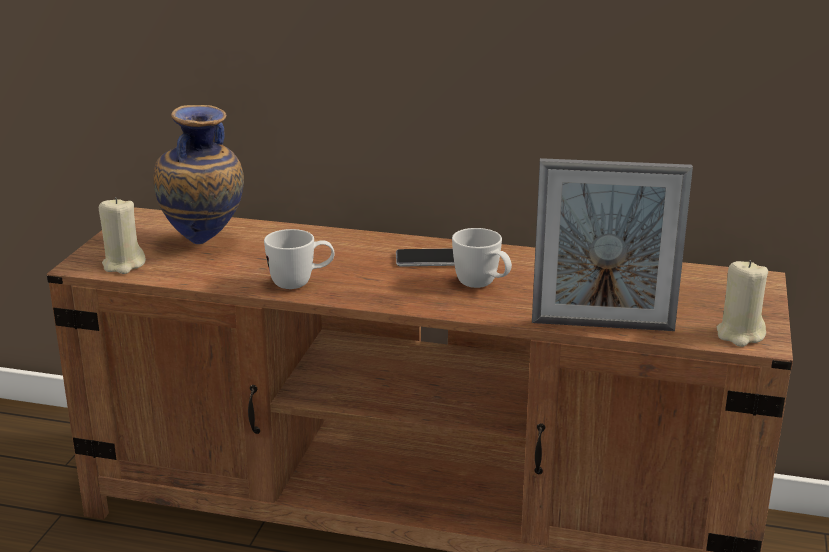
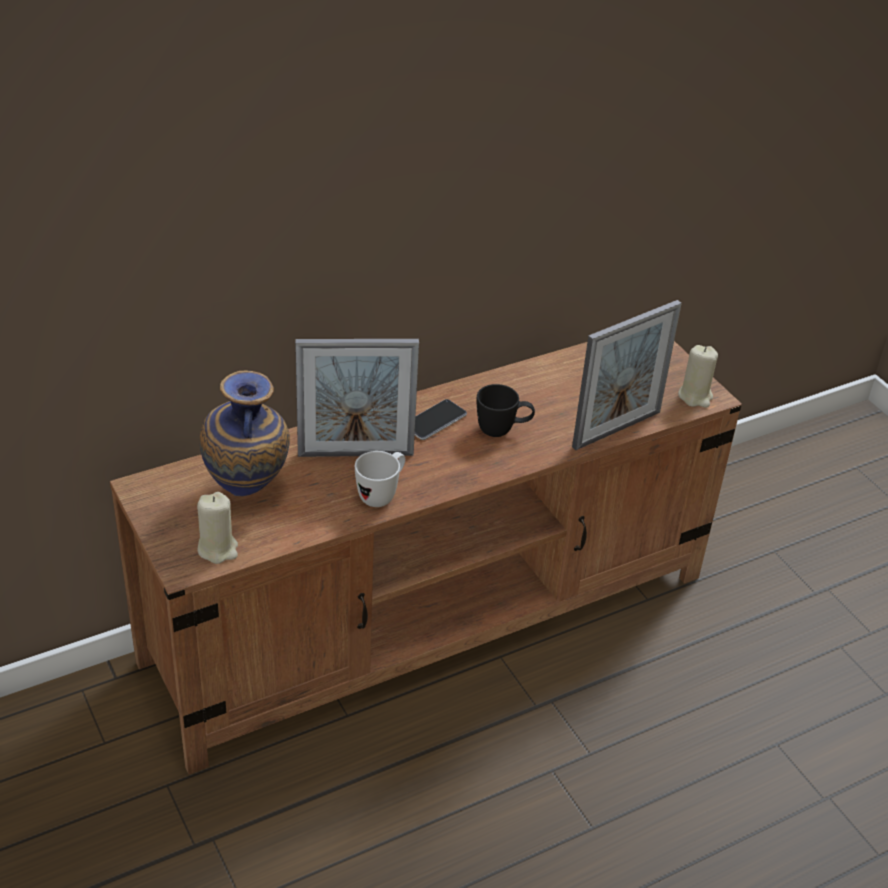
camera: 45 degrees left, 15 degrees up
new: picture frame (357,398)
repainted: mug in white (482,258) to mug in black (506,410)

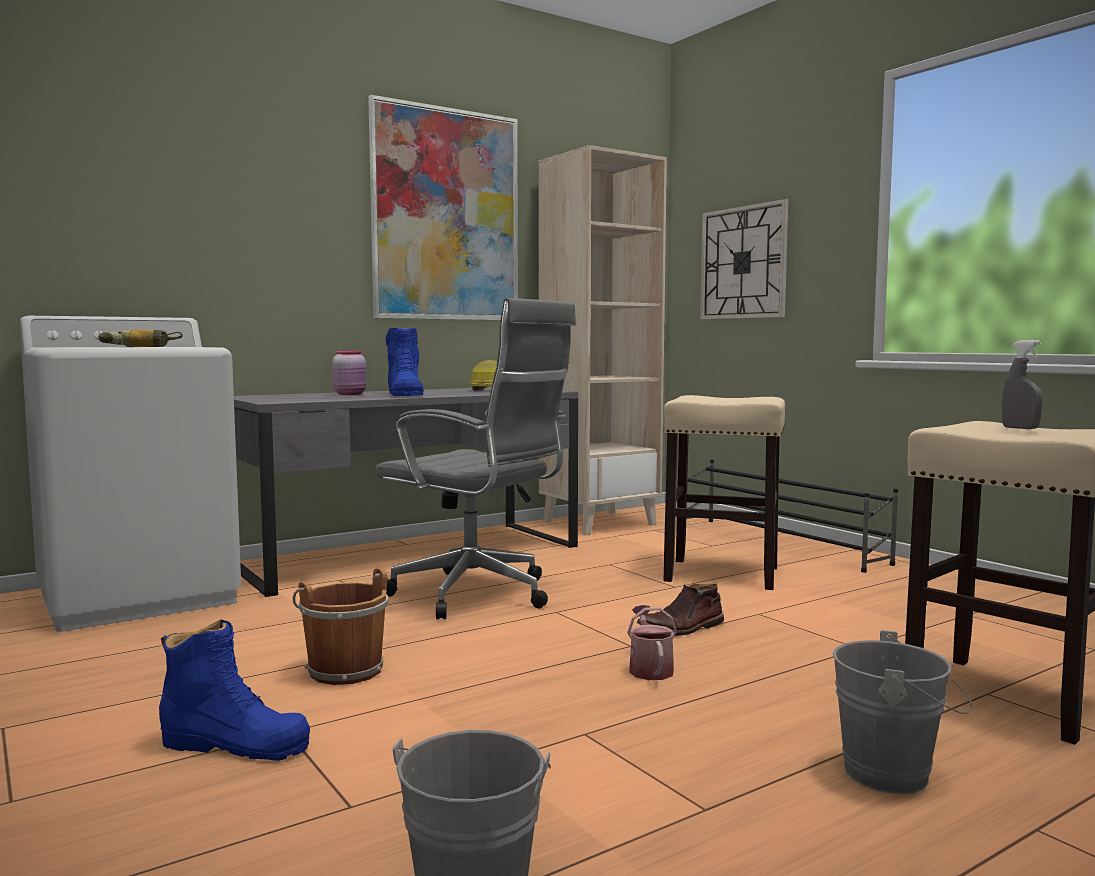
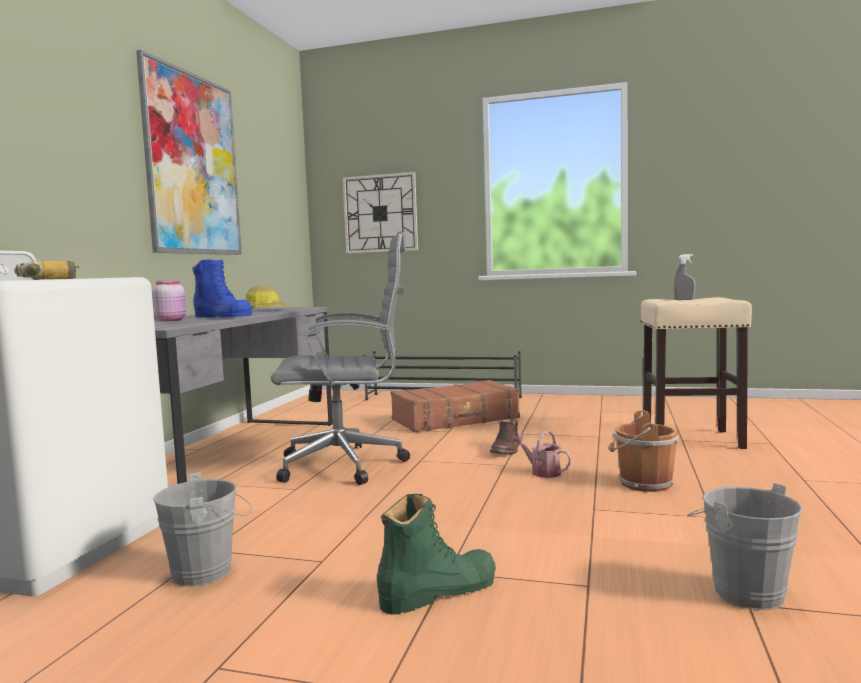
camera: 40 degrees left, 0 degrees up
gone: bookcase in beige (602,340)
shifted: bucket in grey (902,712) to (202,529); bucket in brown (340,626) to (643,451)
swapped: stool in beige (724,492) to suitcase in brown (455,406)
repainted: boot in blue (234,690) to boot in green (436,554)

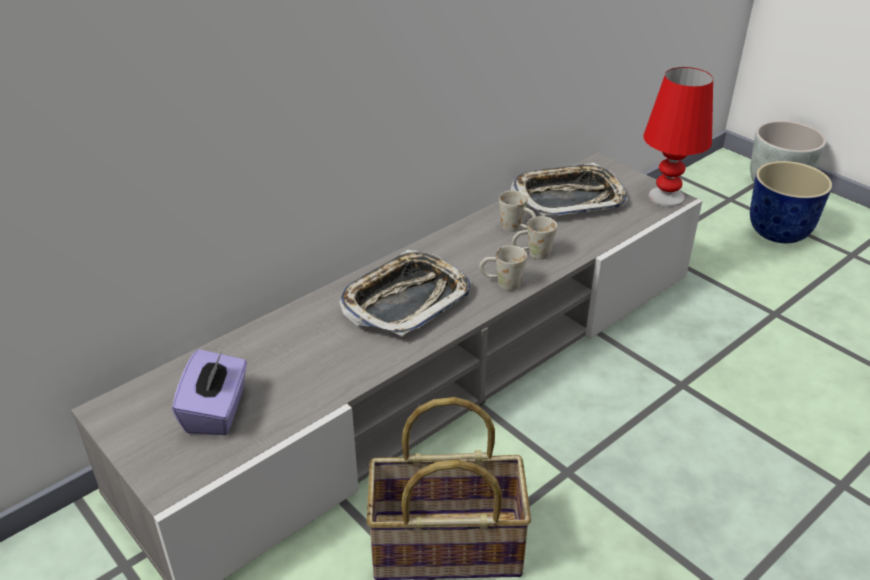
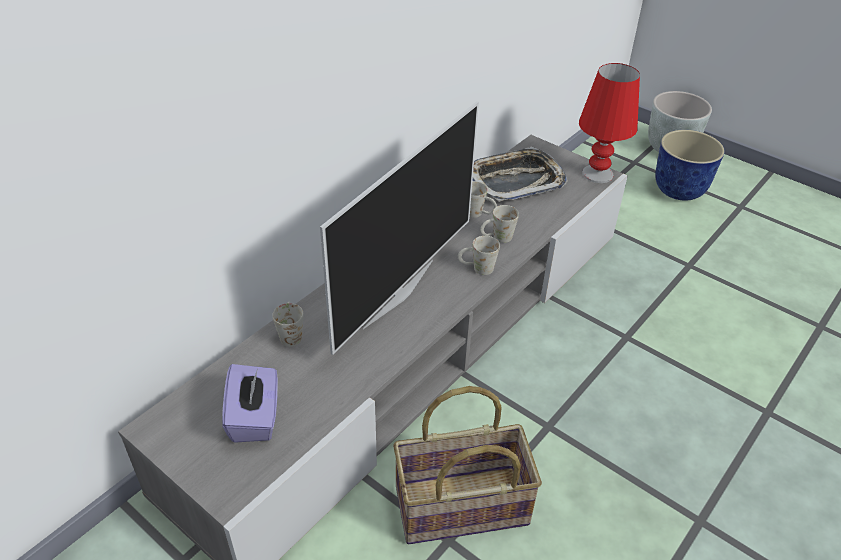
camera: 10 degrees left, 5 degrees up
new: mug in white (287,324)
swapped: tray (405,293) to television (399,228)

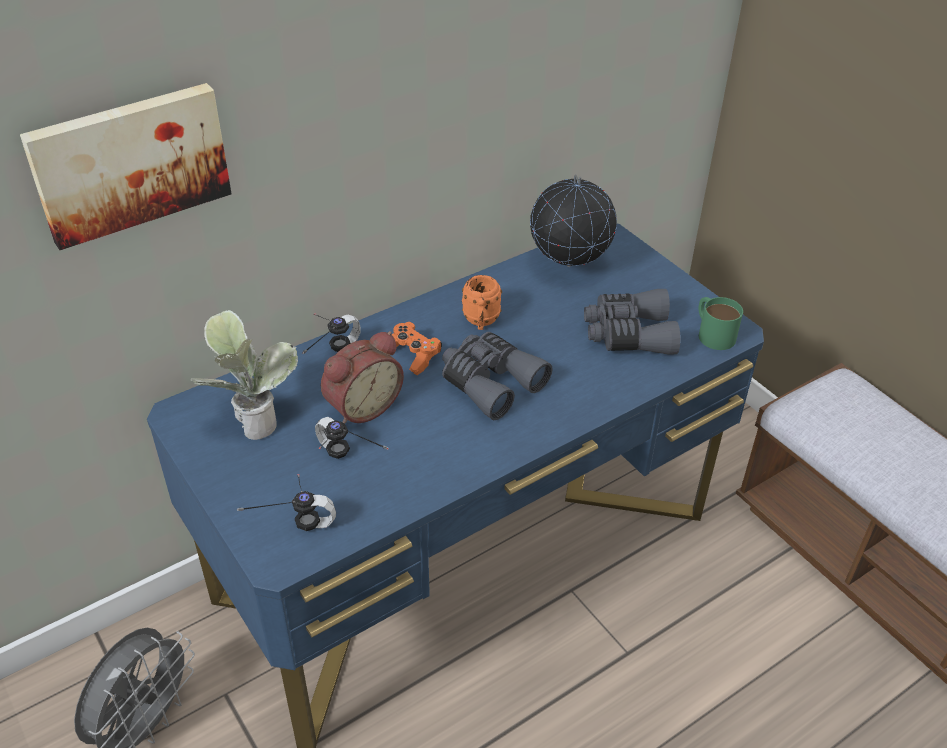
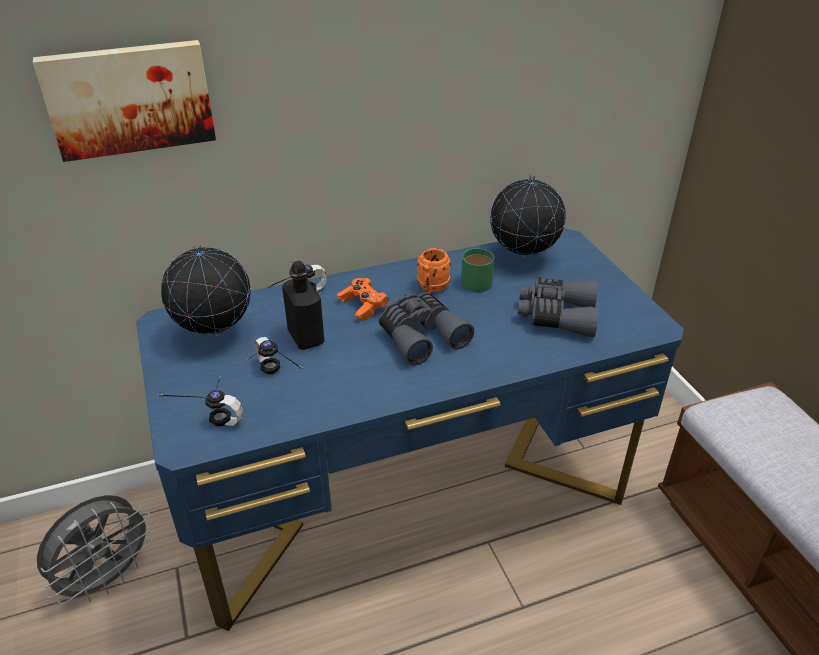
camera: 15 degrees right, 5 degrees down
shifted: mug in green (721,323) to (477,270)
swapped: potted plant (244,375) to globe (206,290); alarm clock (362,377) to bottle in black (303,305)

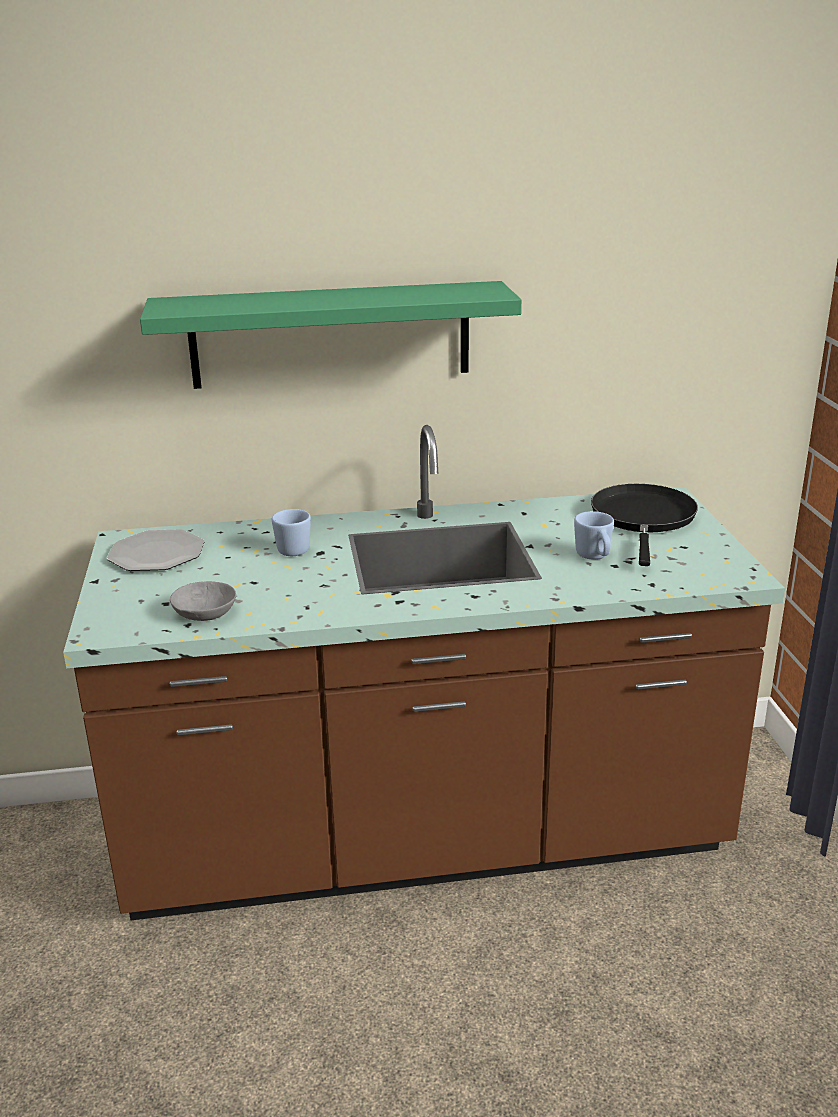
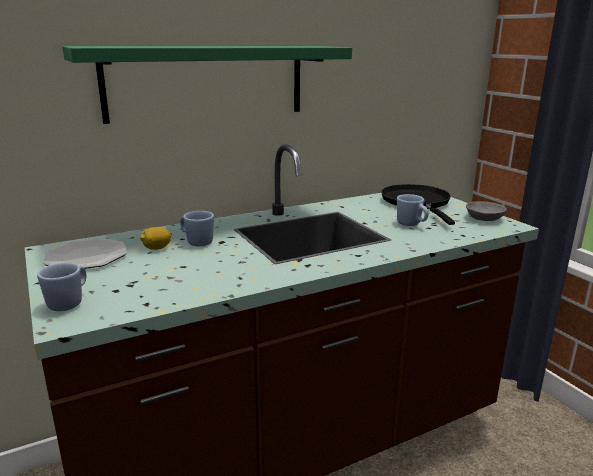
camera: 20 degrees left, 5 degrees down
new: mug in blue (61,287); lemon (155,238)
shifted: bowl in grey (203,601) to (486,211)

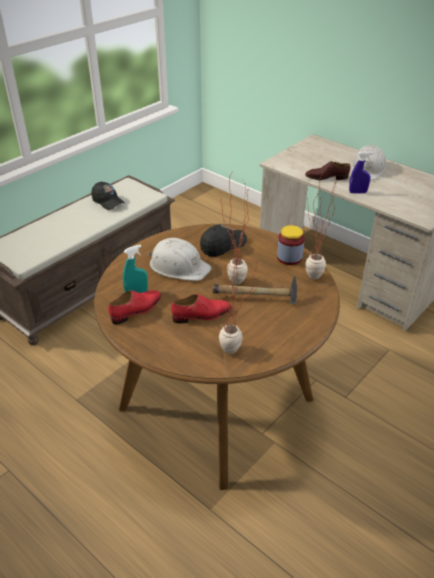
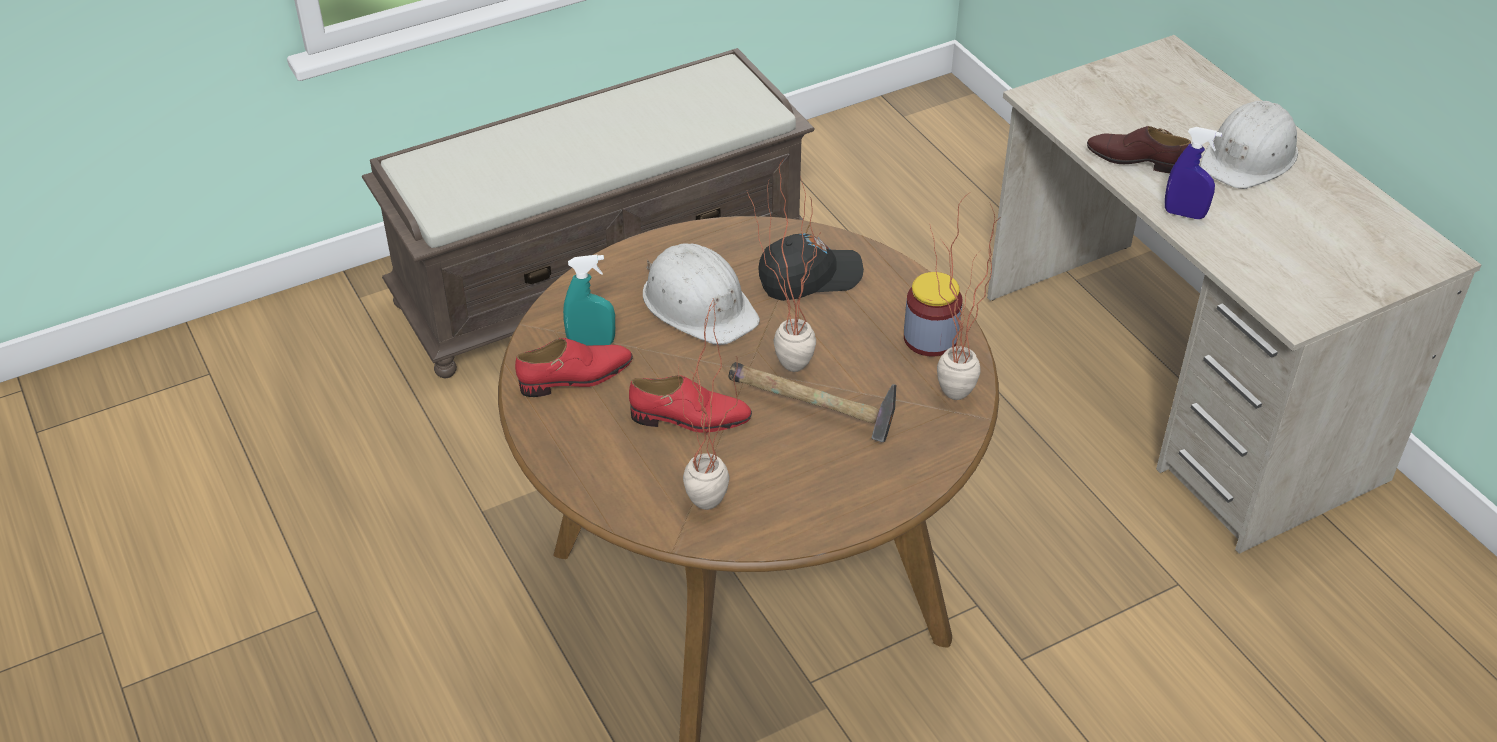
camera: 20 degrees right, 5 degrees up
gone: cap in black (108,196)

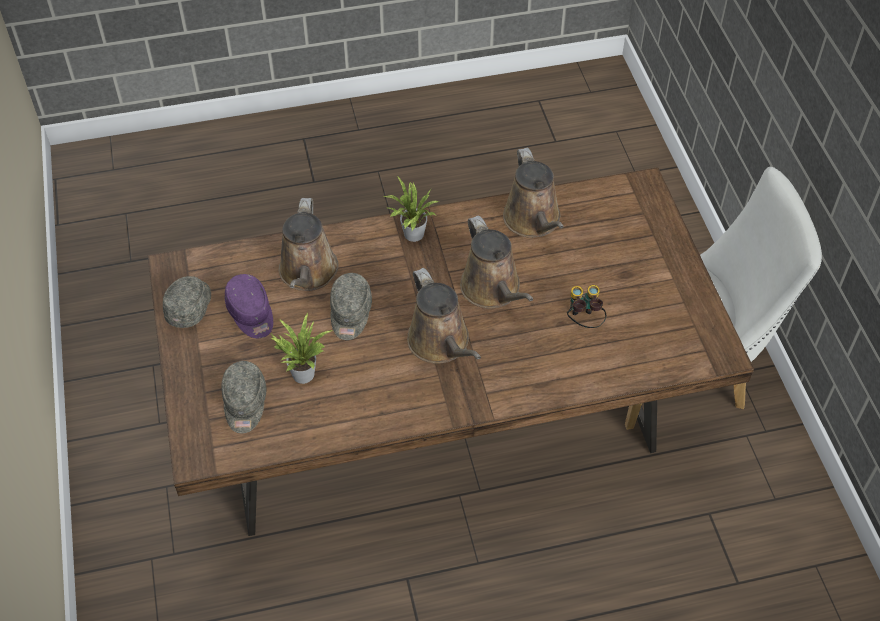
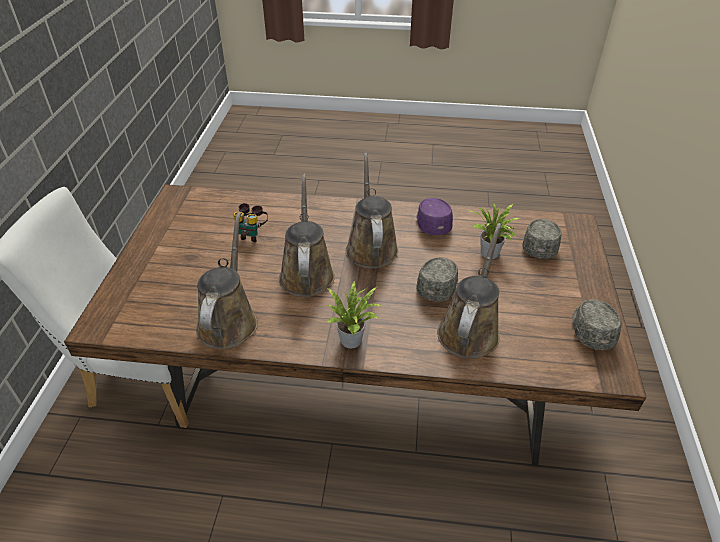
camera: 160 degrees left, 10 degrees down
shifted: cap in purple (249,306) to (434,216)
rotated: cap in grey (187,302) = (597,324) 150 degrees clockwise

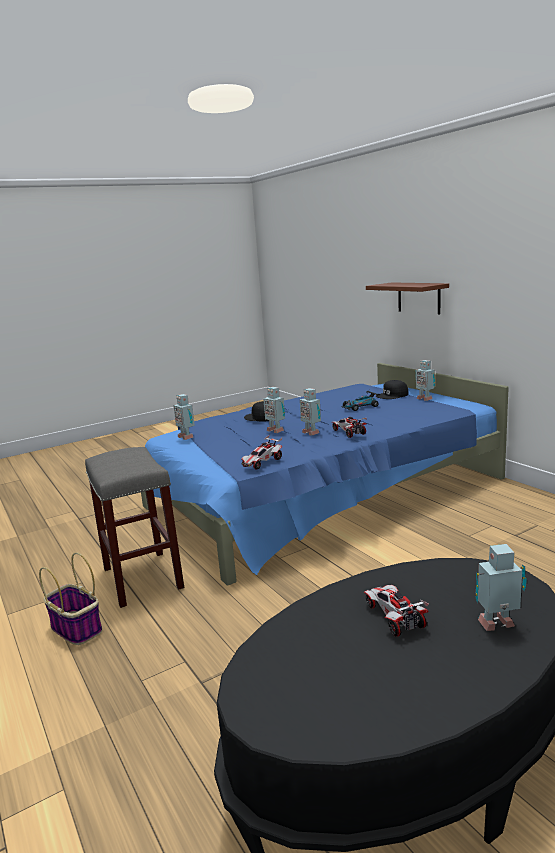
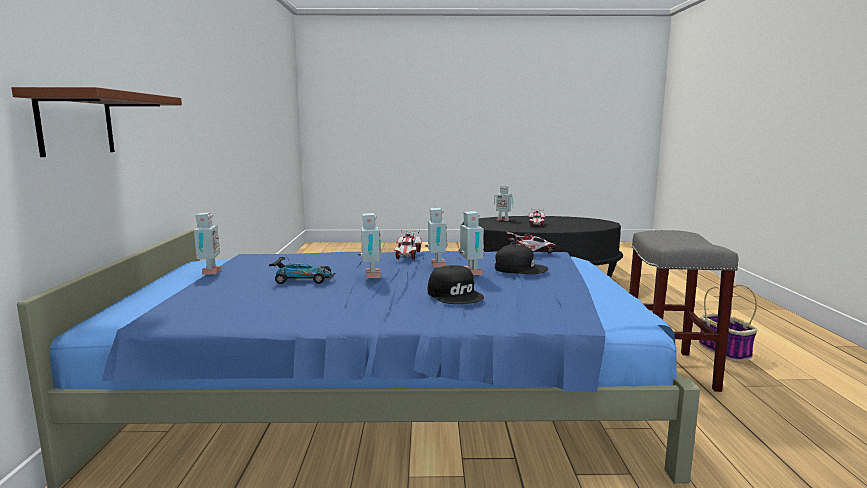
camera: 150 degrees left, 5 degrees down
shifted: toy robot (184,417) to (370,245); cap in black (392,389) to (521,259)

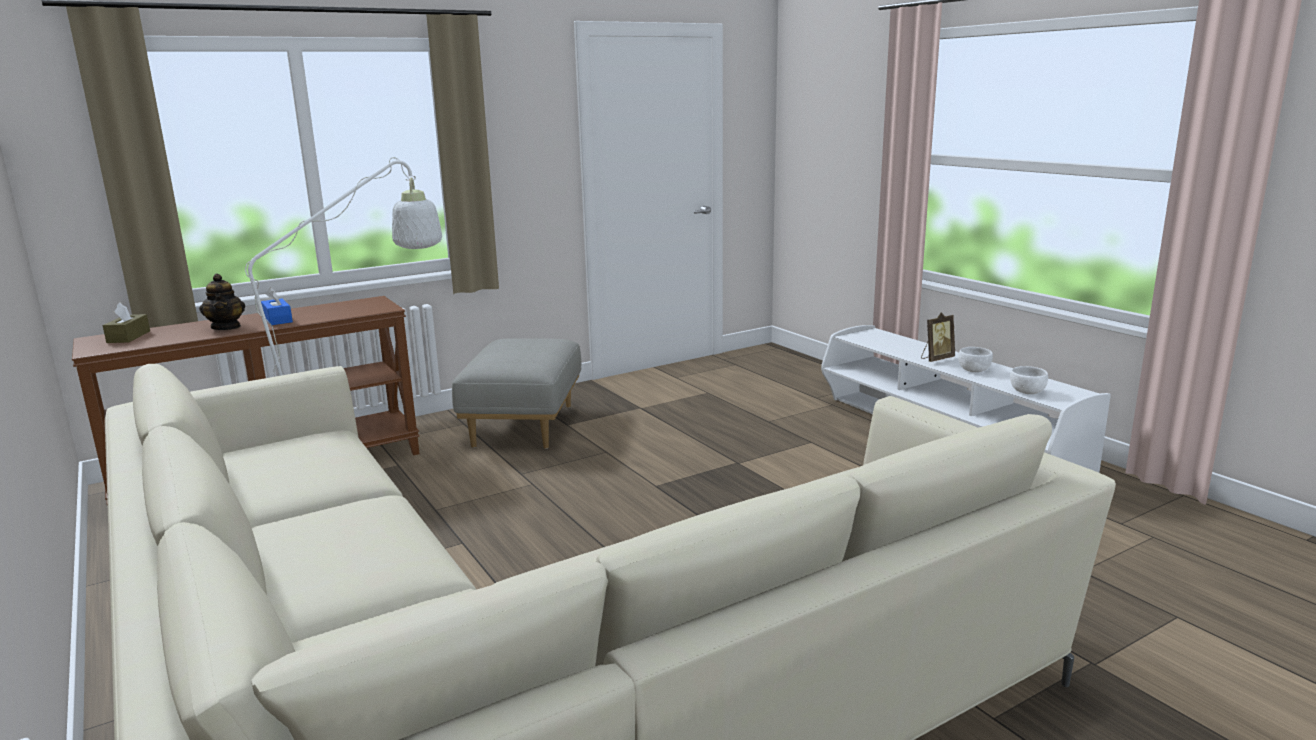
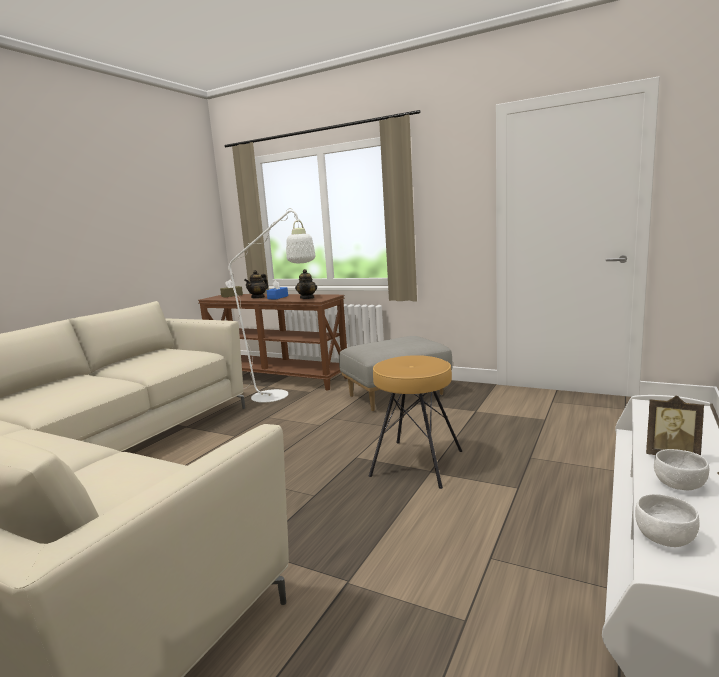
camera: 60 degrees right, 5 degrees down
new: teapot (306,284); stool in brown (415,422)

